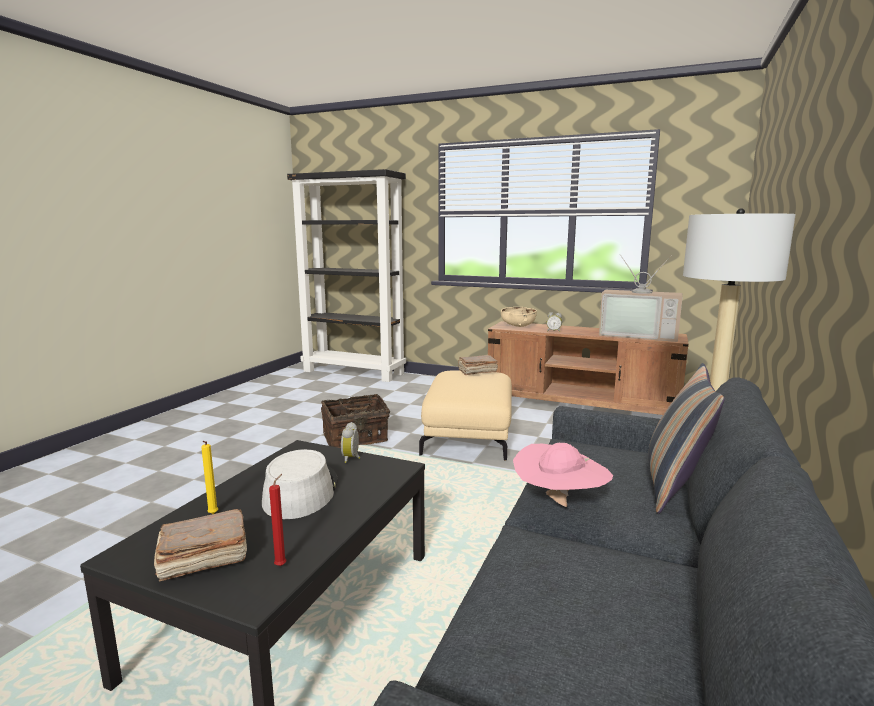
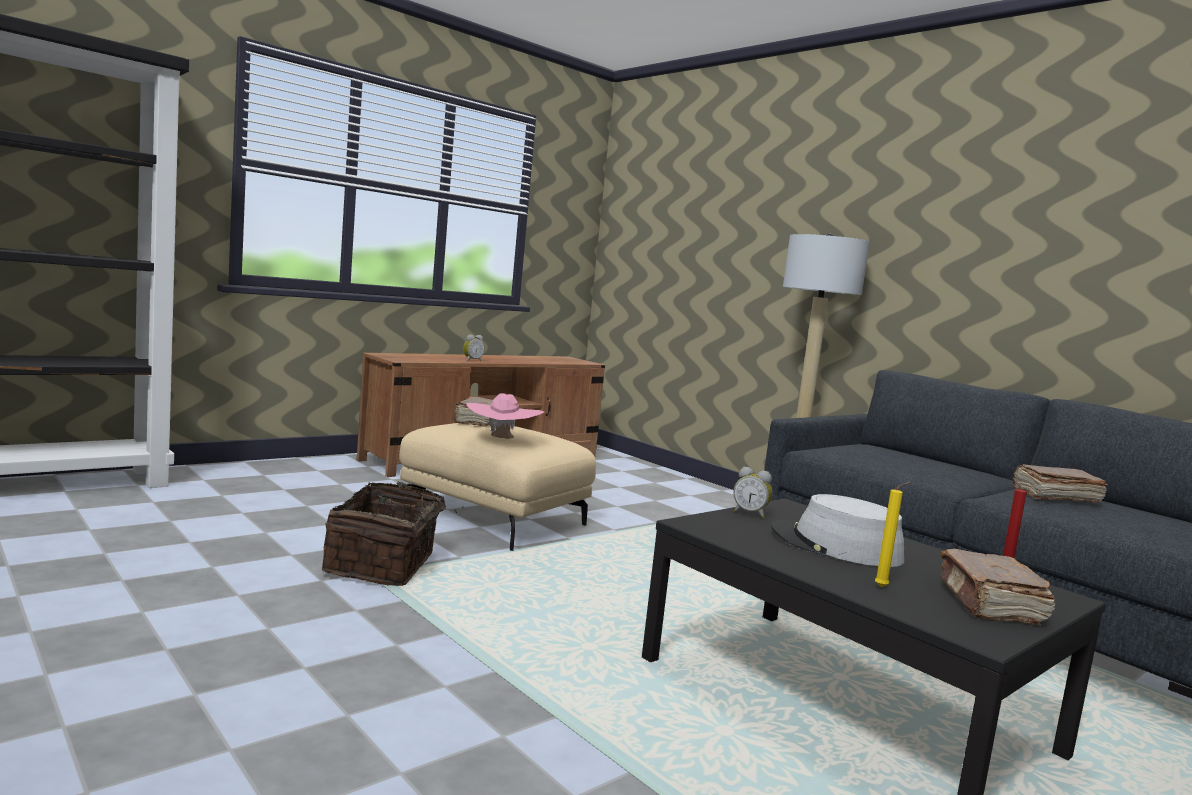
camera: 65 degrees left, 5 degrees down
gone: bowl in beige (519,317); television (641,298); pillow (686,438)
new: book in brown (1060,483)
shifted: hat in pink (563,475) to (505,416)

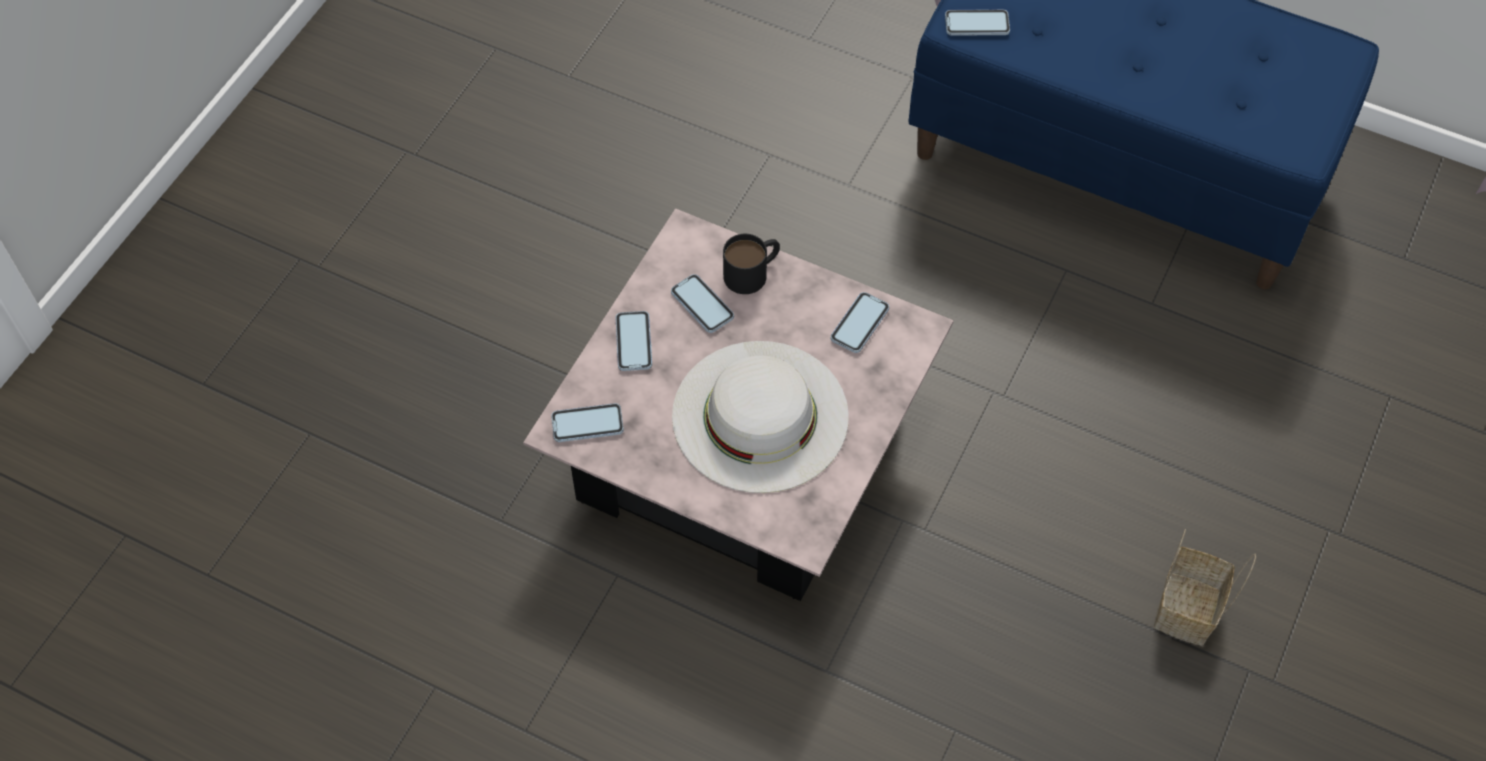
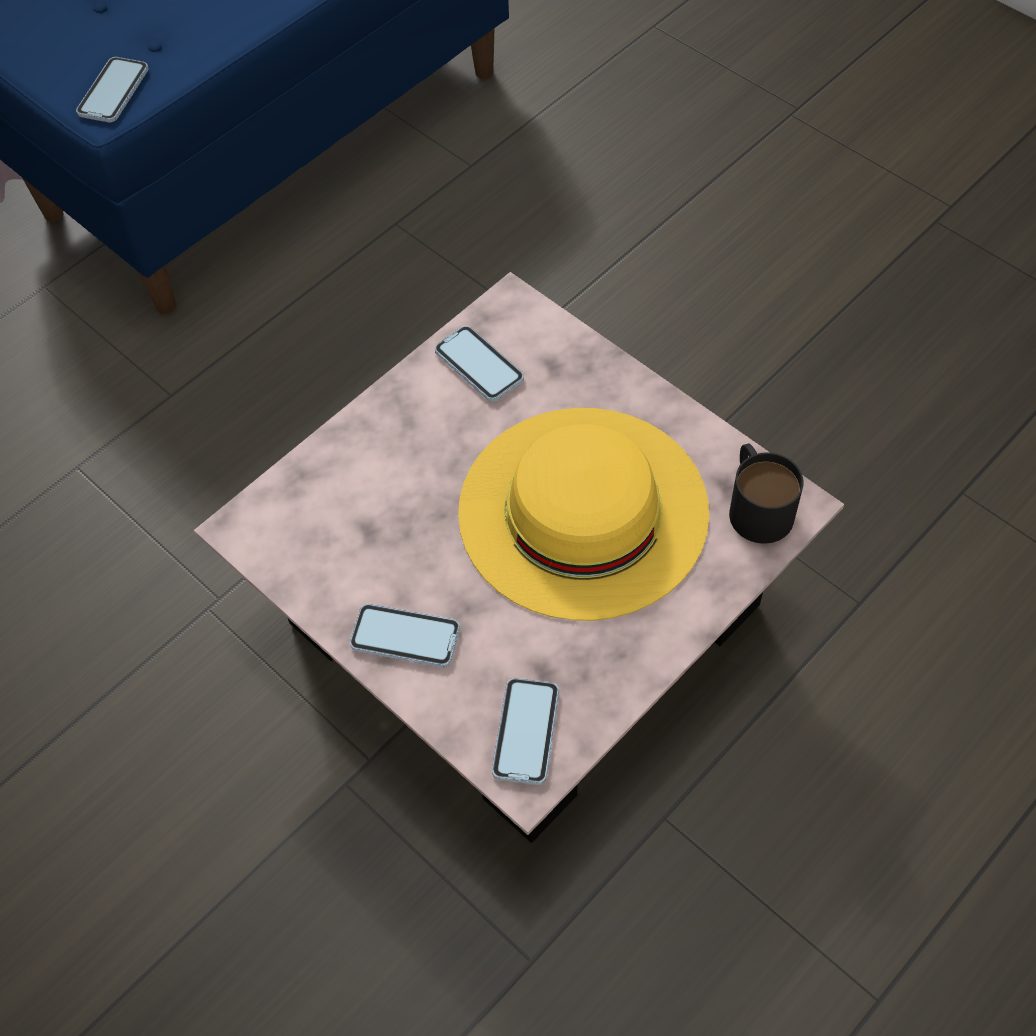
camera: 70 degrees left, 0 degrees up
gone: phone (702,303); basket (1205,587)
shifted: mug in black (751,264) to (766,493)
repainted: hat in white (760,417) to hat in yellow (583,514)

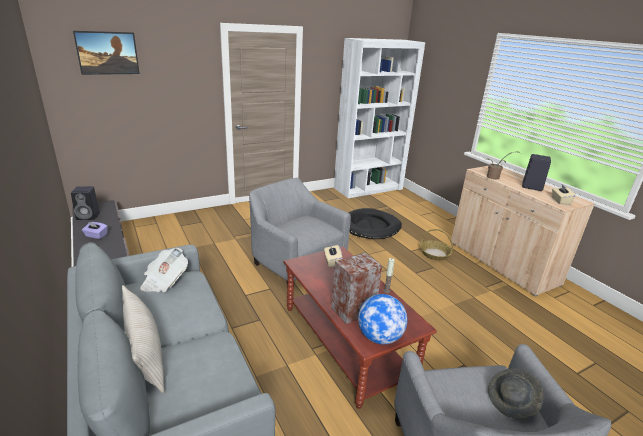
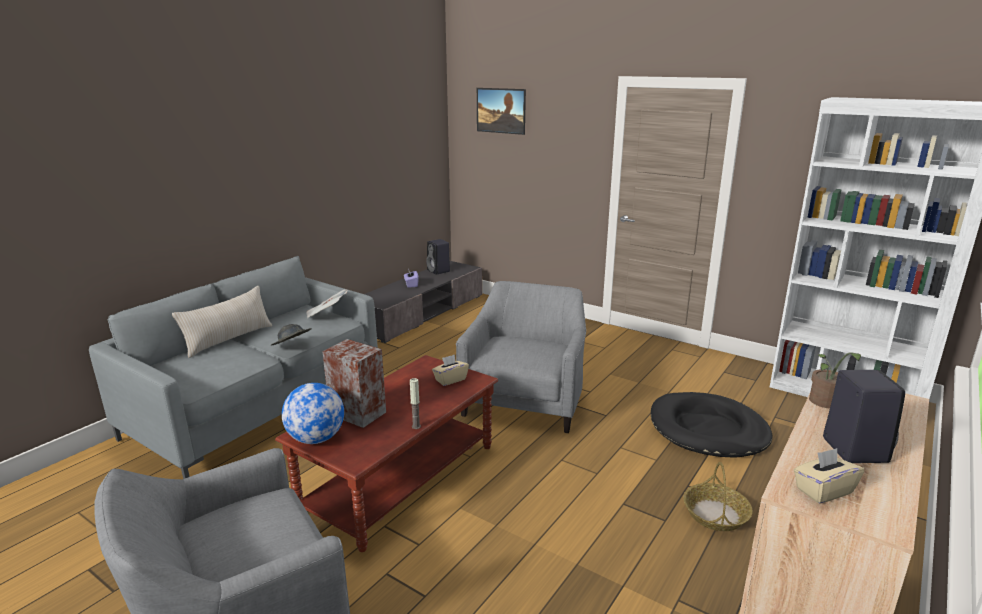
camera: 65 degrees right, 5 degrees down
shifted: hat in grey (516,394) to (291,335)

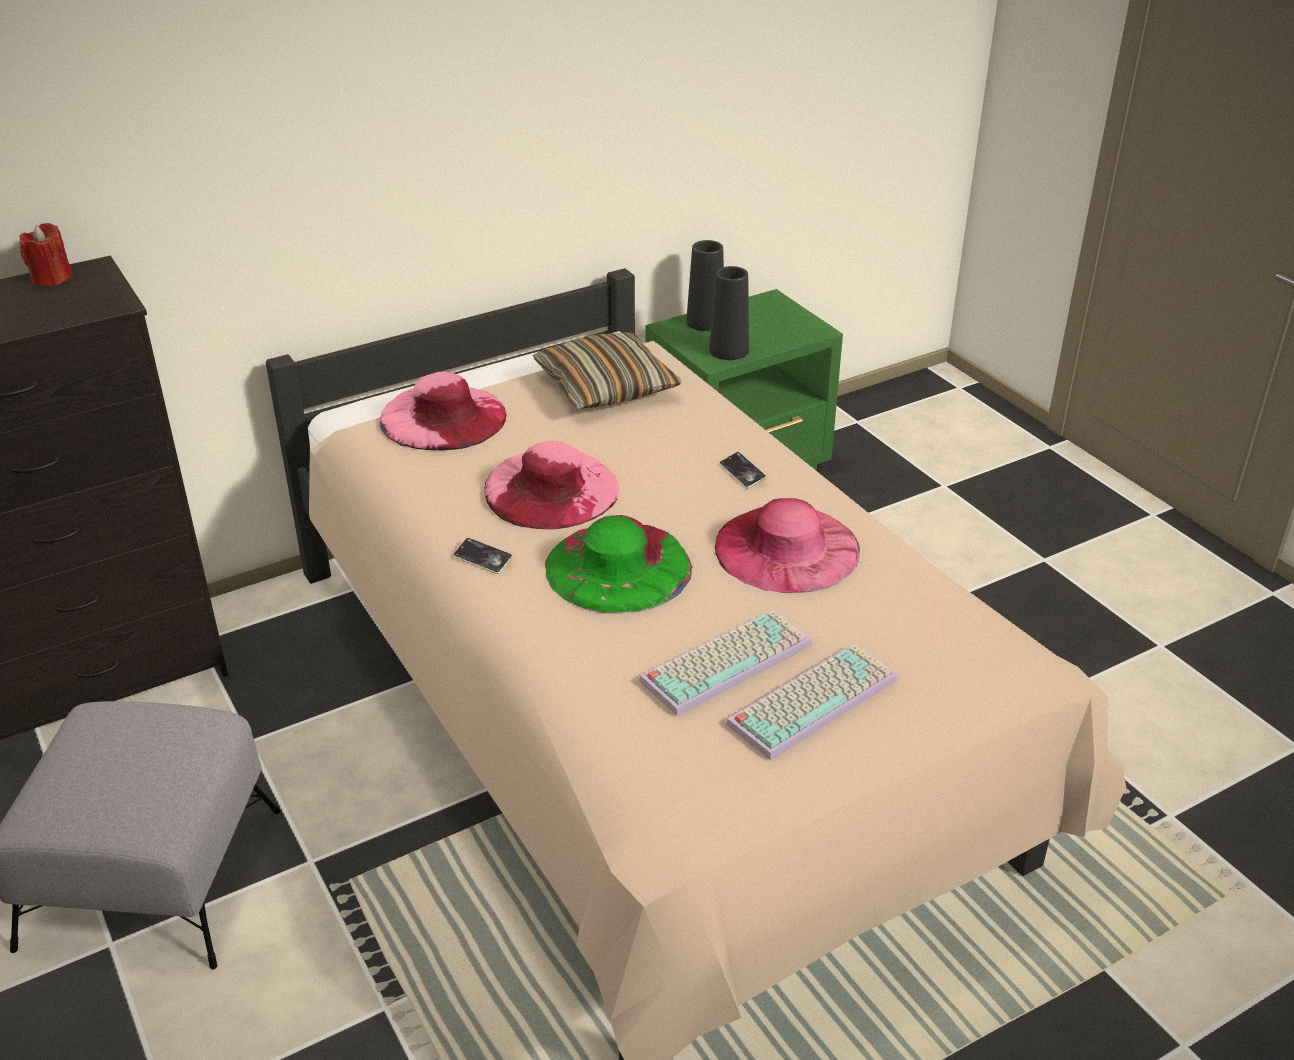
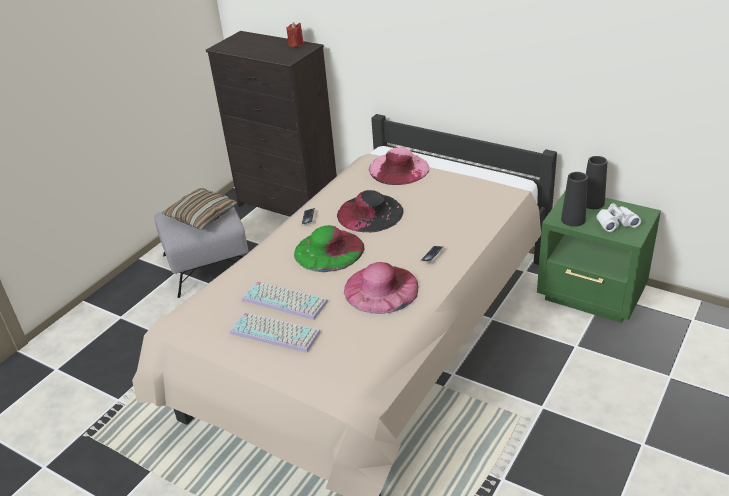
camera: 65 degrees right, 0 degrees up
new: binoculars in white (618,217)
shifted: pillow (607,370) to (199,209)
repainted: hat in pink (552,485) to hat in black (370,211)

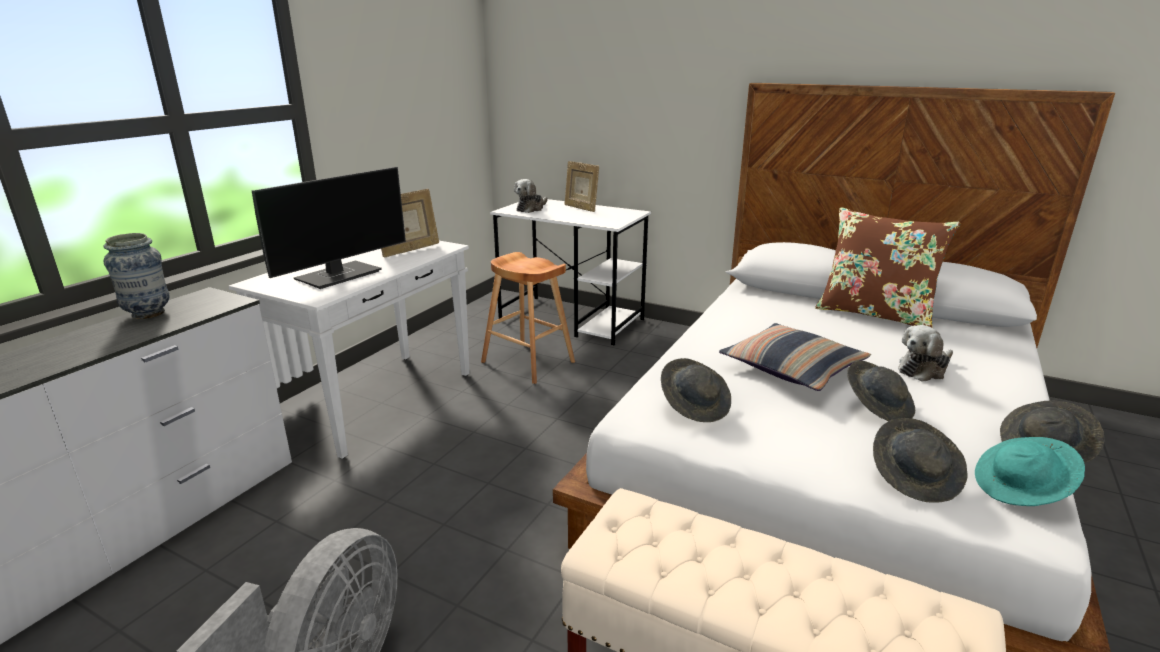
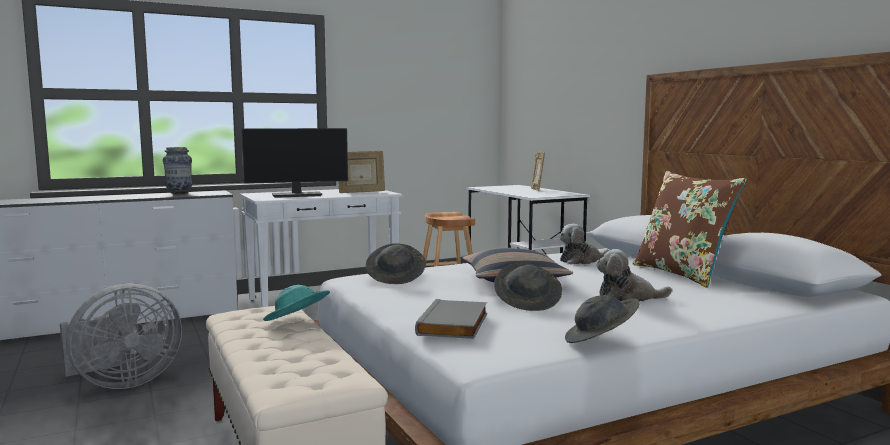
camera: 35 degrees right, 15 degrees down
shifted: hat in turquoise (1030,471) to (296,303); plush toy (530,196) to (584,244)
swapped: hat in grey (920,460) to book in grey (451,319)

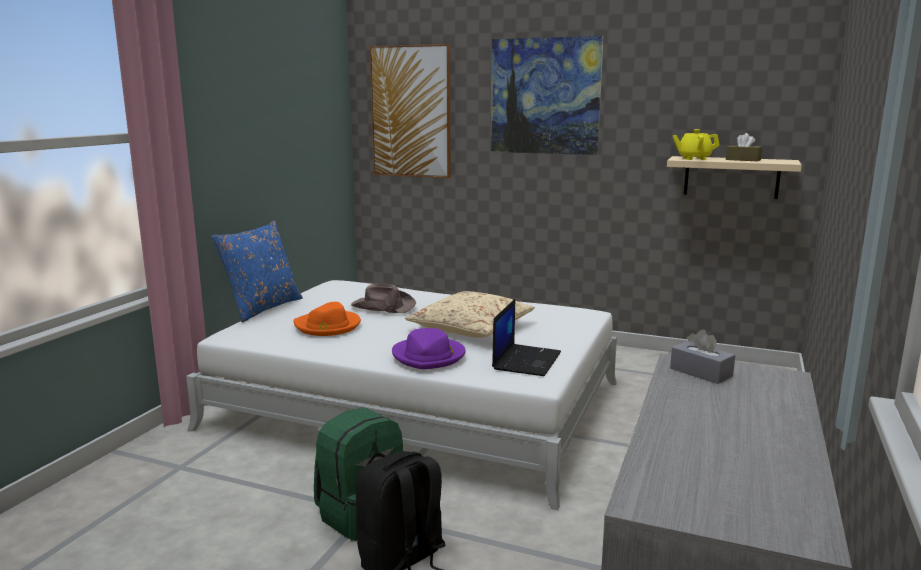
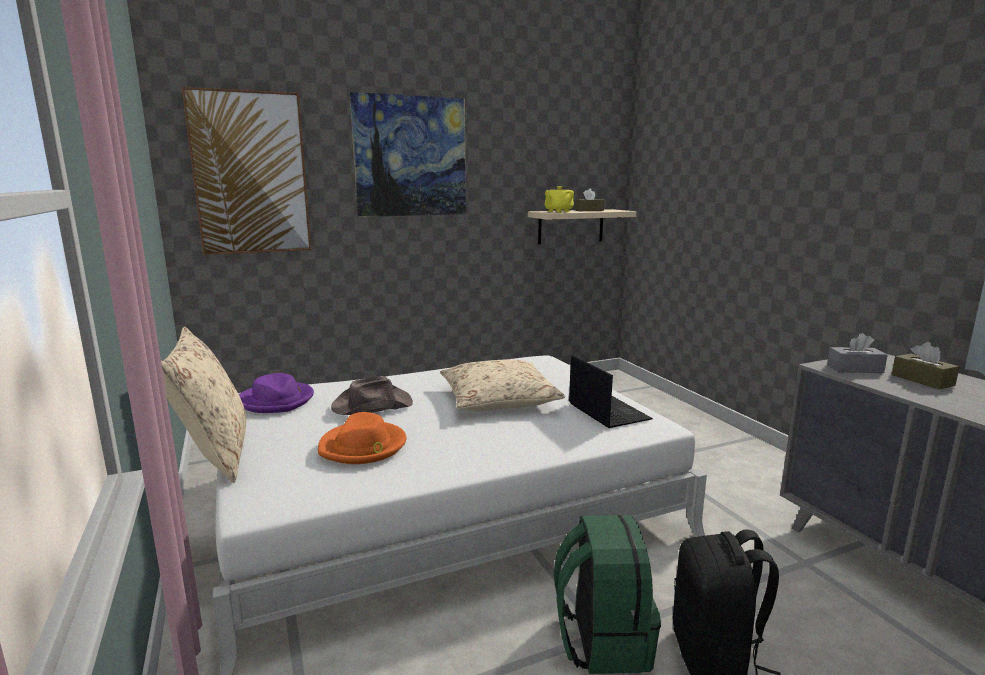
camera: 45 degrees left, 0 degrees up
new: tissue box in brown (926,365)
shifted: hat in purple (429,348) to (276,393)
repainted: pillow in blue (257,271) to pillow in beige (203,405)

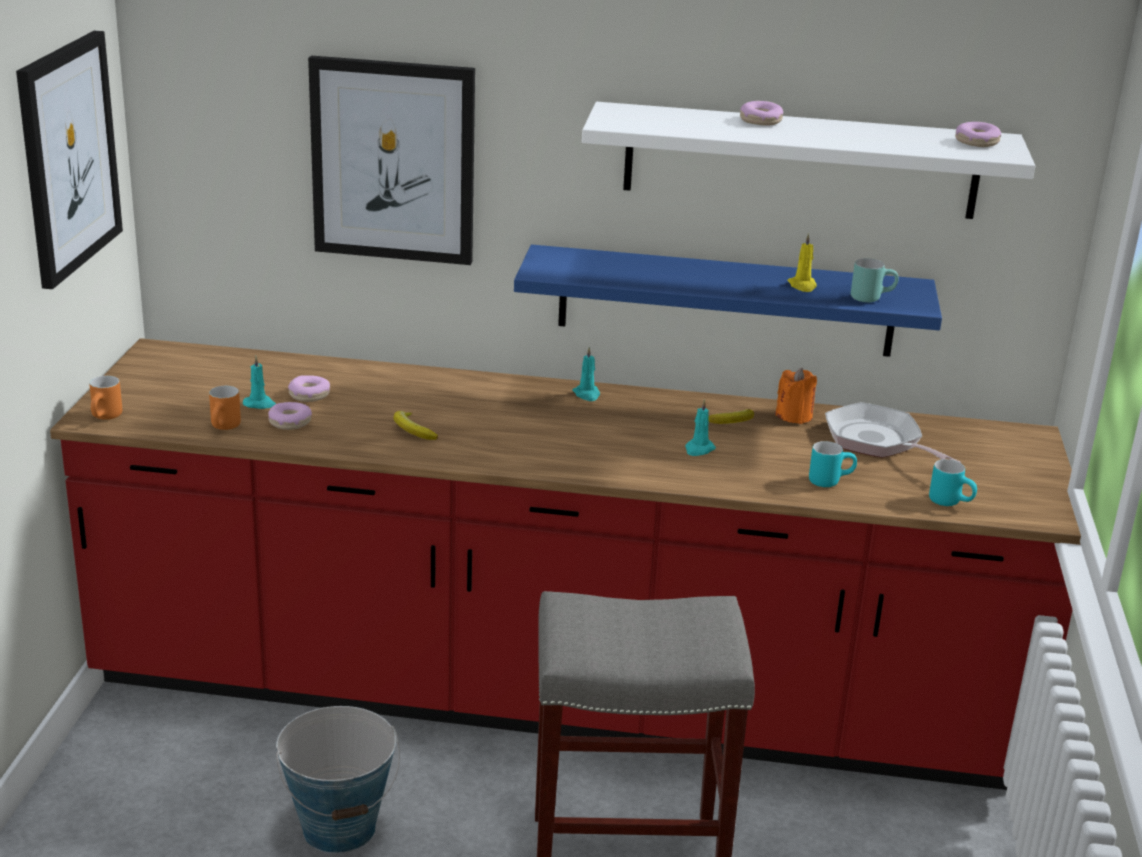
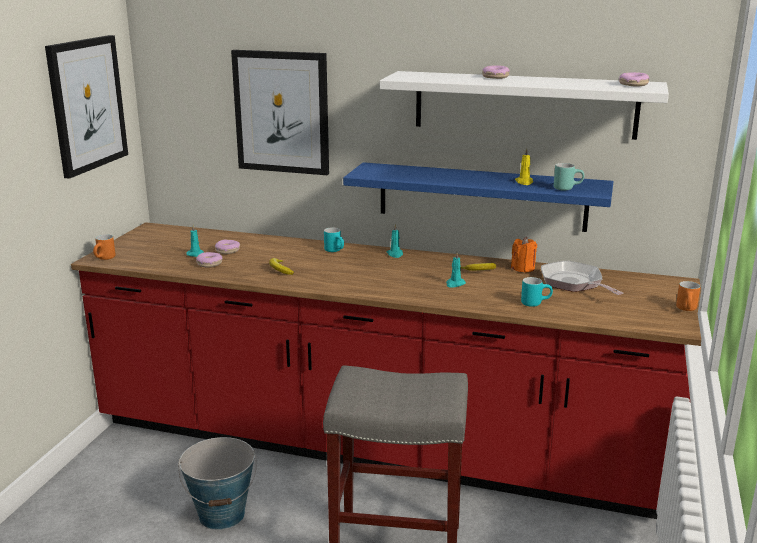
camera: 10 degrees right, 5 degrees down
shifted: mug in turquoise (953,482) to (334,240); mug in orange (225,408) to (688,296)

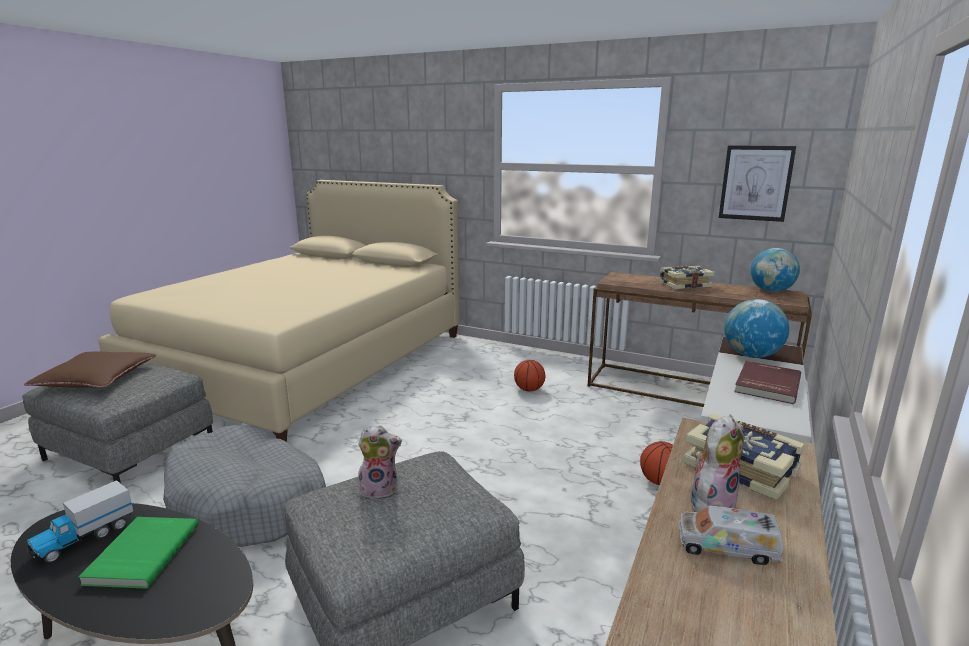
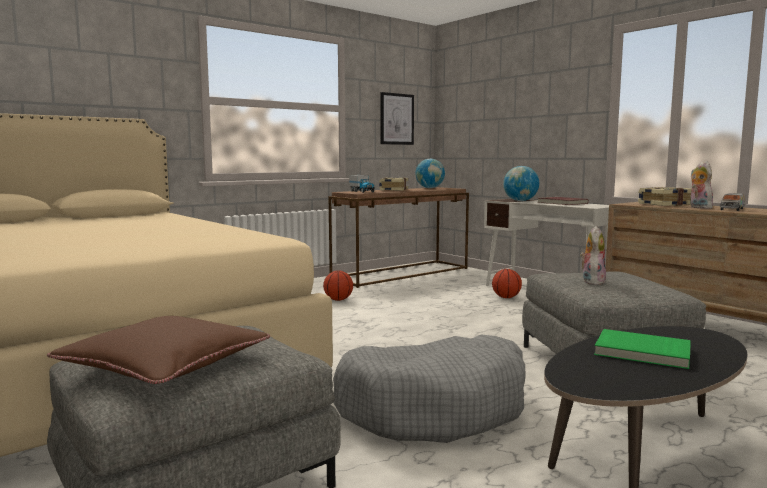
camera: 65 degrees left, 10 degrees down
shifted: toy truck (80,521) to (362,184)

